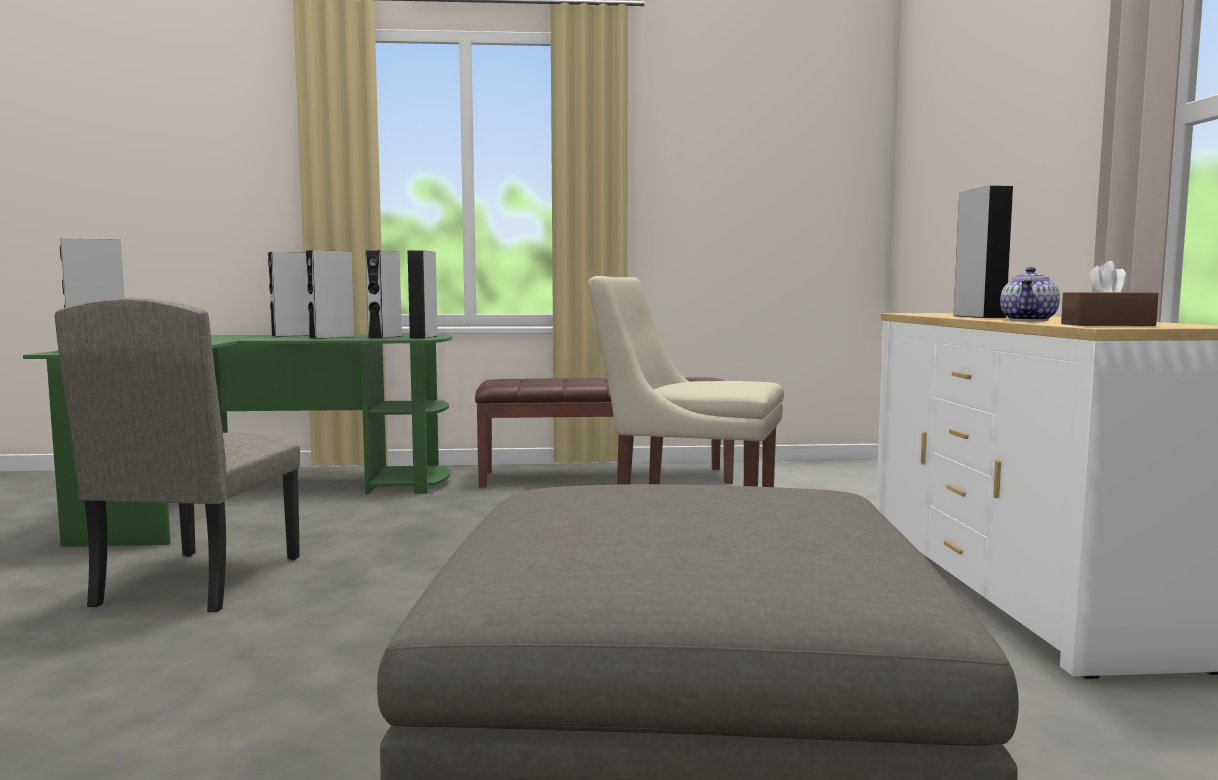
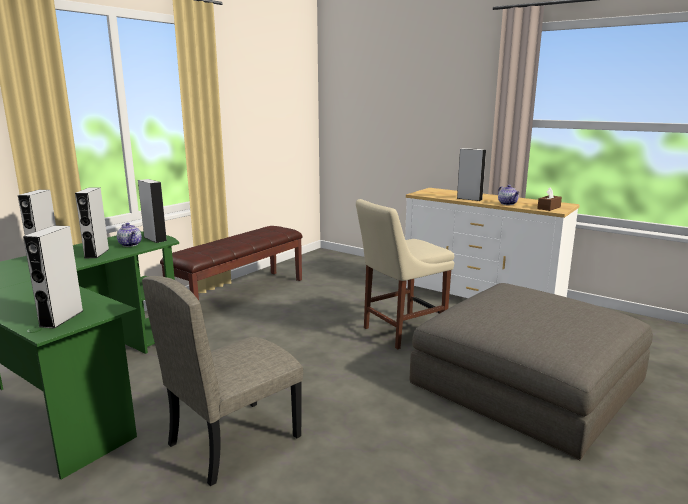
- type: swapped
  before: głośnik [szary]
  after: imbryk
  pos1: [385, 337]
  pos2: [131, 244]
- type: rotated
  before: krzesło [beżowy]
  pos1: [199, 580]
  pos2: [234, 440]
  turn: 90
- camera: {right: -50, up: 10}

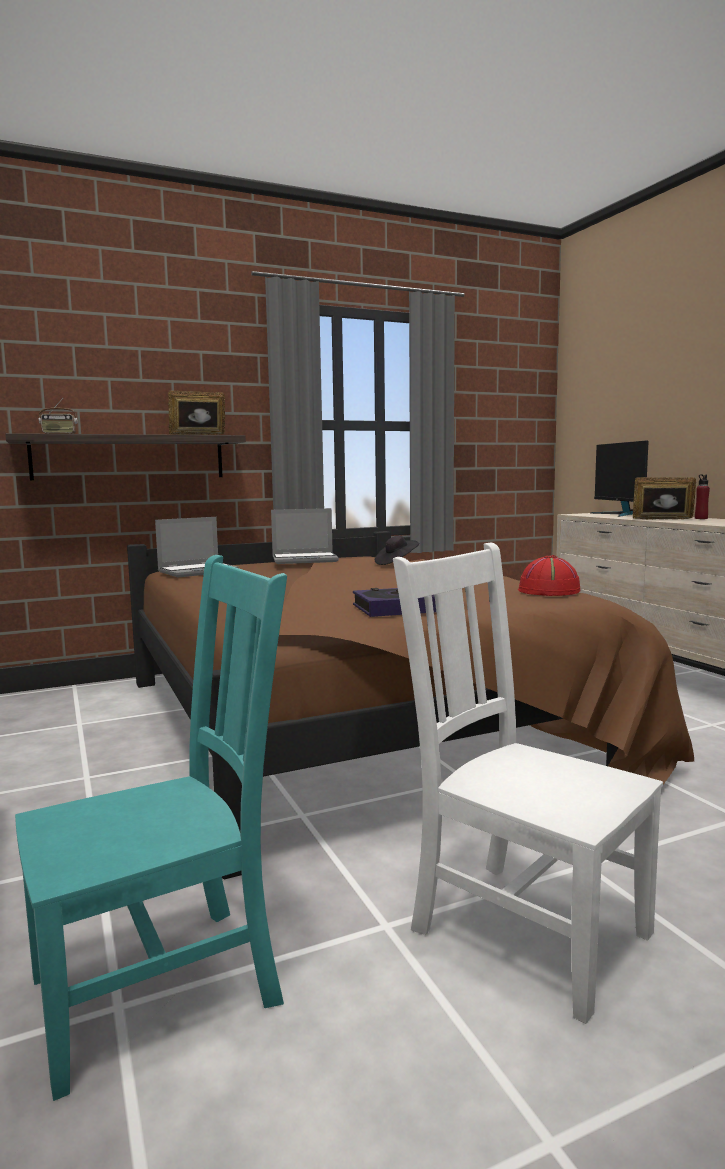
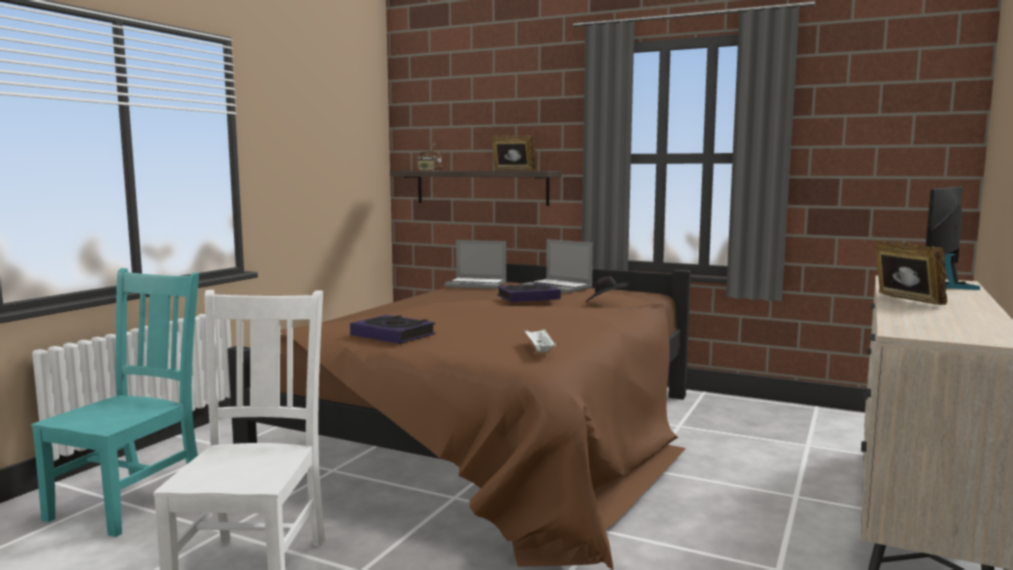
- type: gone
  before: butelka [czerwony]
  pos1: [701, 518]
- type: rotated
  before: krzesło [turkusowy]
  pos1: [164, 986]
  pos2: [131, 501]
  turn: -90
- type: swapped
  before: kapelusz [czerwony]
  after: taca [biały]
  pos1: [549, 591]
  pos2: [539, 350]
- type: new
  after: książka
  pos2: [528, 298]
- camera: {right: 50, up: 0}

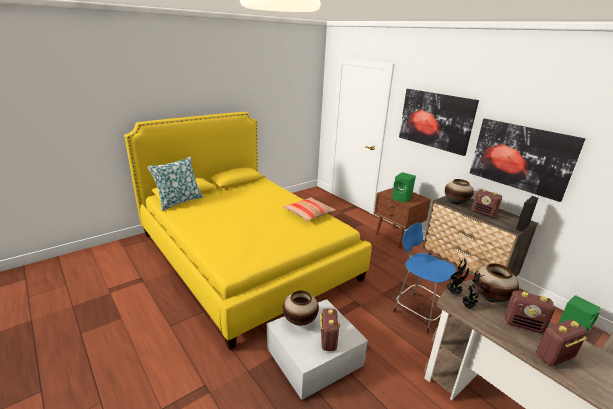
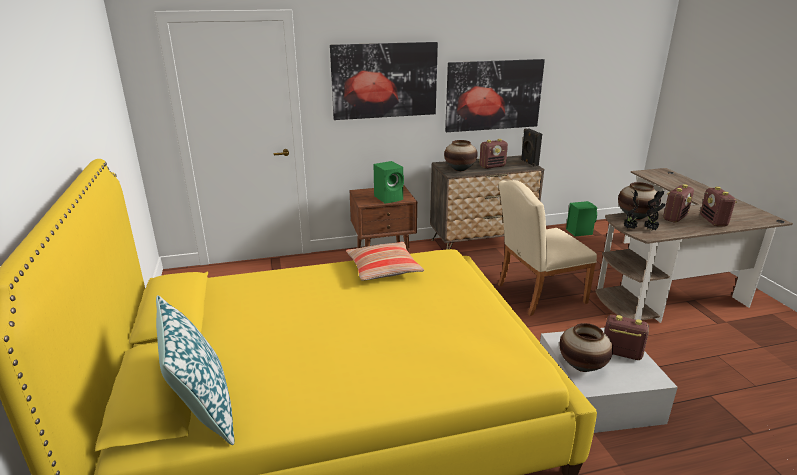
- type: swapped
  before: stołek [niebieski]
  after: krzesło [beżowy]
  pos1: [418, 311]
  pos2: [536, 294]
- camera: {right: -65, up: 0}

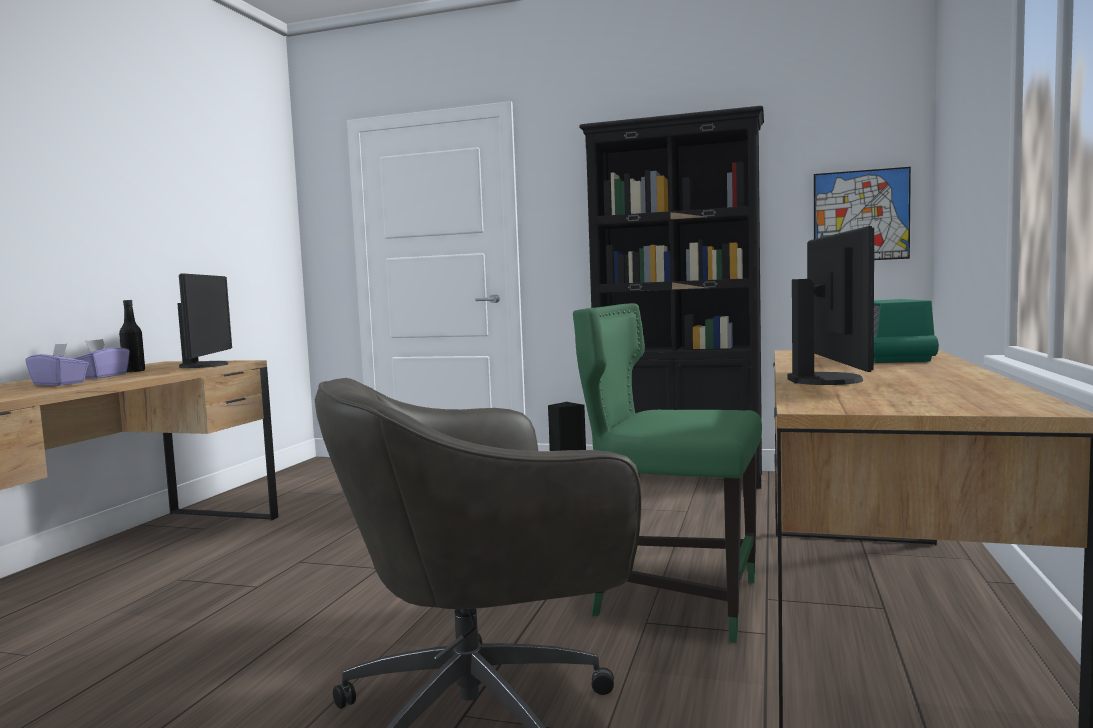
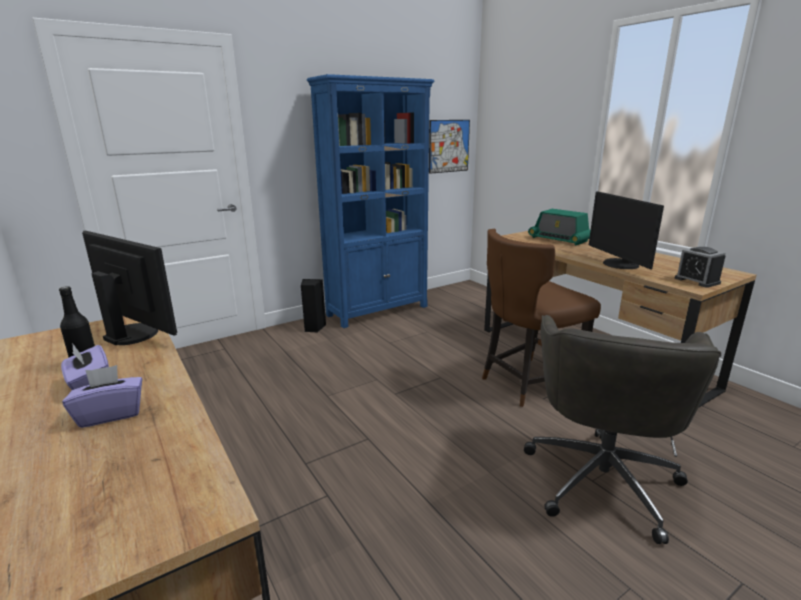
- type: repainted
  before: regał [czarny]
  after: regał [niebieski]
  pos1: [681, 477]
  pos2: [378, 310]
- type: rotated
  before: monitor
  pos1: [828, 380]
  pos2: [619, 264]
  turn: -150
- type: repainted
  before: krzesło [zielony]
  after: krzesło [brązowy]
  pos1: [672, 600]
  pos2: [527, 383]
- type: new
  after: budzik
  pos2: [697, 281]
- camera: {right: -50, up: 15}

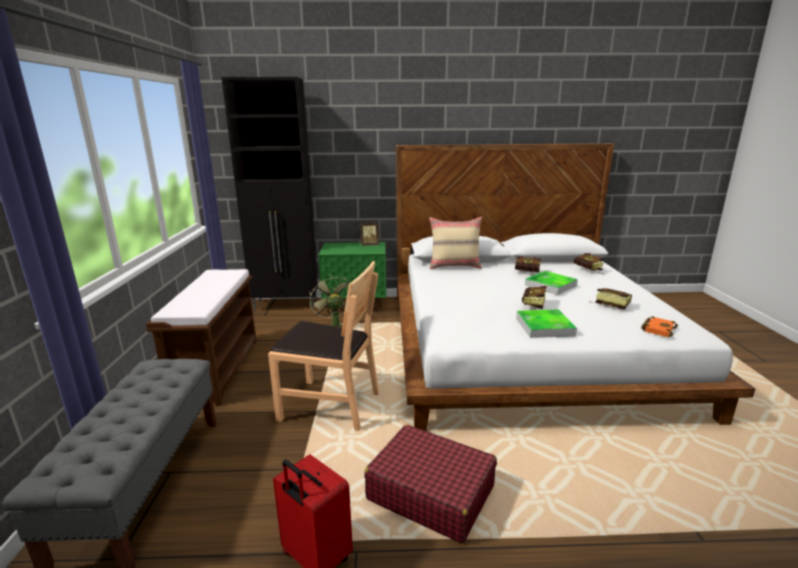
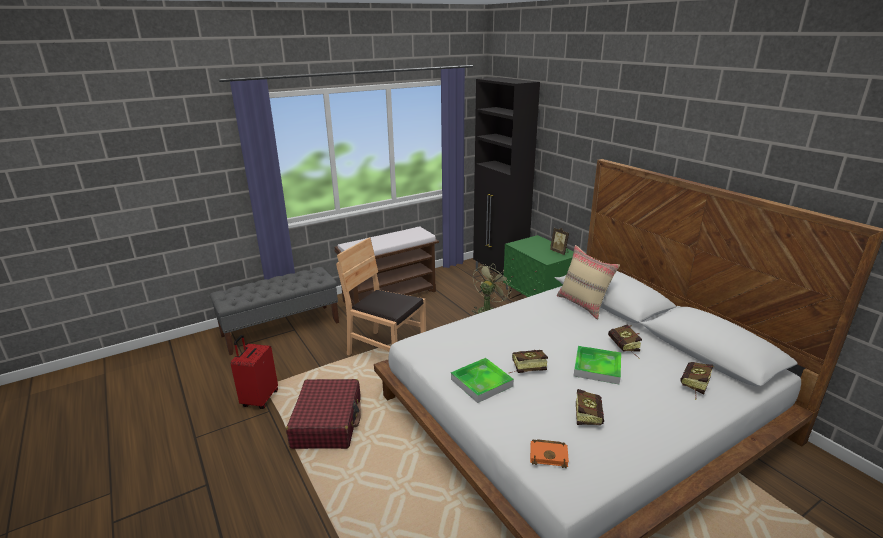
- type: rotated
  before: krzesło [brązowy]
  pos1: [330, 405]
  pos2: [386, 351]
  turn: 135
- camera: {right: 60, up: 5}

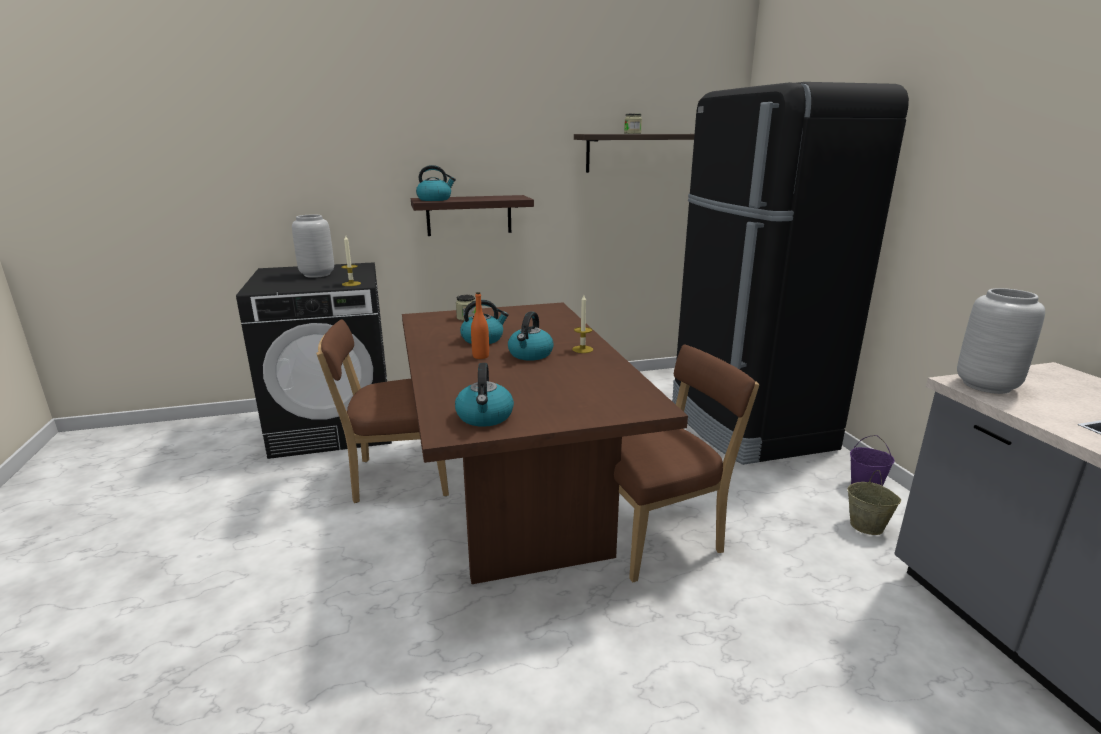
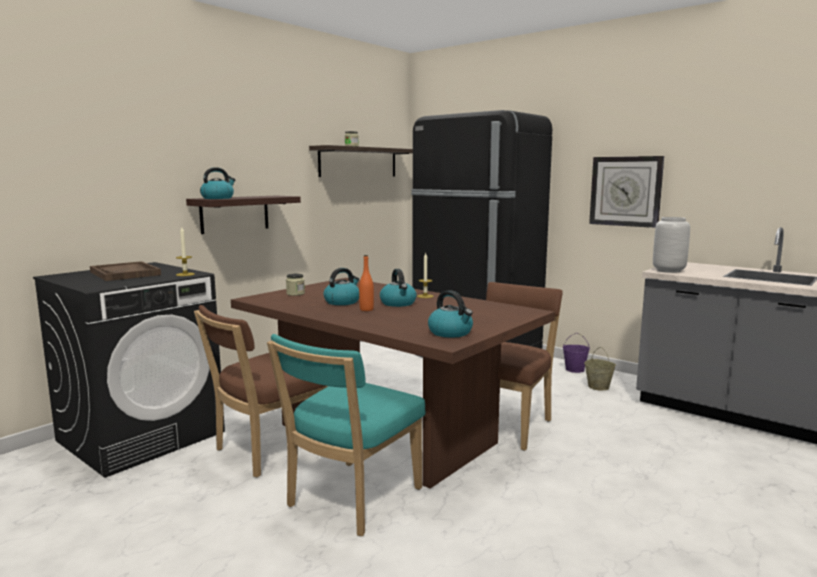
- type: swapped
  before: wazon [szary]
  after: taca [brązowy]
  pos1: [317, 275]
  pos2: [125, 273]
- type: new
  after: zegar ścienny
  pos2: [625, 191]
- type: new
  after: krzesło [turkusowy]
  pos2: [350, 500]
- camera: {right: -35, up: -10}

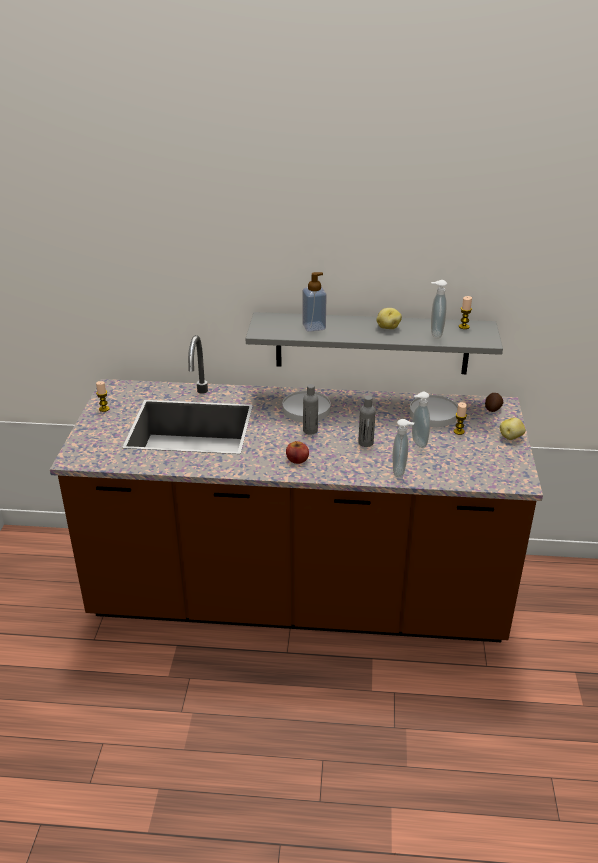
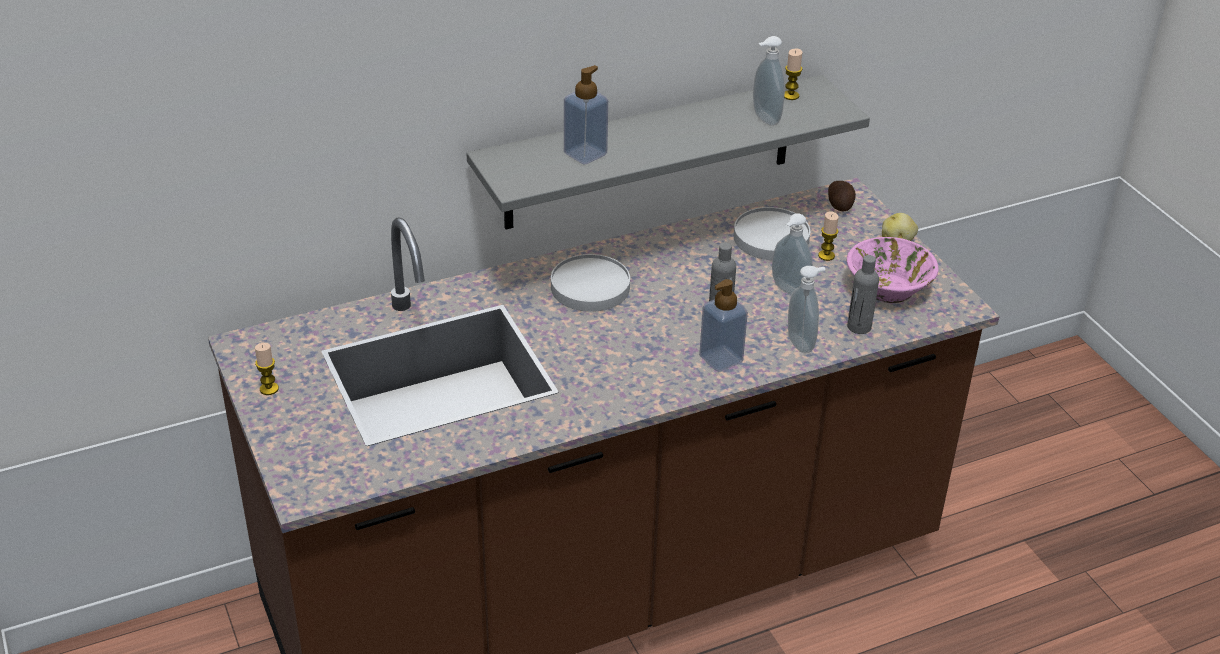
- type: gone
  before: ziemniak
  pos1: [387, 327]
- type: shifted
  before: butelka [szary]
  pos1: [310, 430]
  pos2: [859, 327]
- type: gone
  before: jabłko
  pos1: [297, 459]
- type: new
  after: miska [różowy]
  pos2: [888, 287]
- type: new
  after: dozownik mydła
  pos2: [721, 359]
- camera: {right: -30, up: 5}

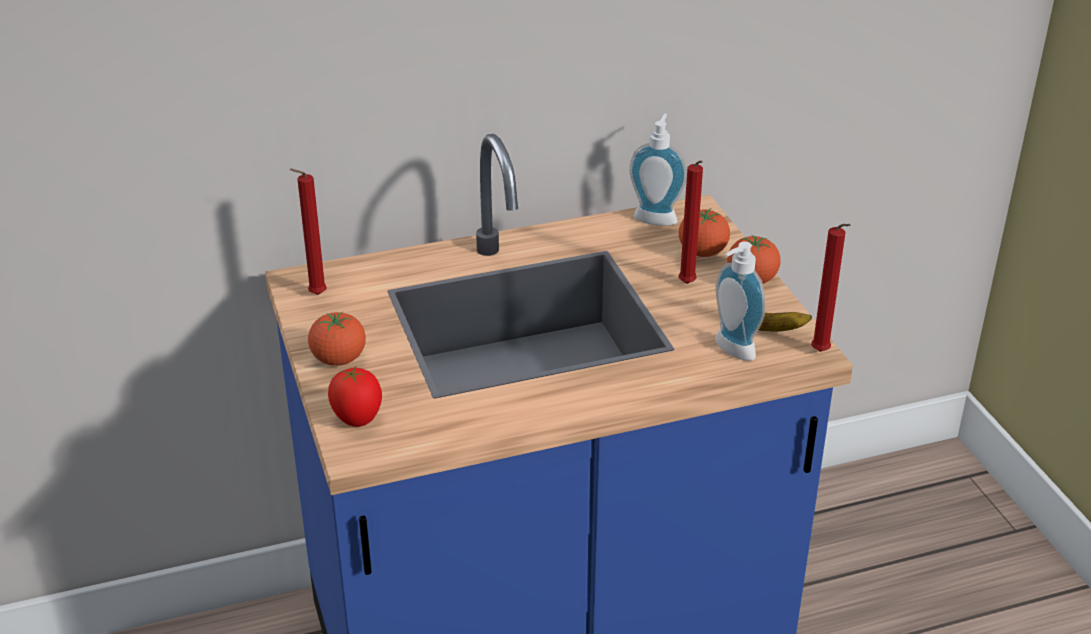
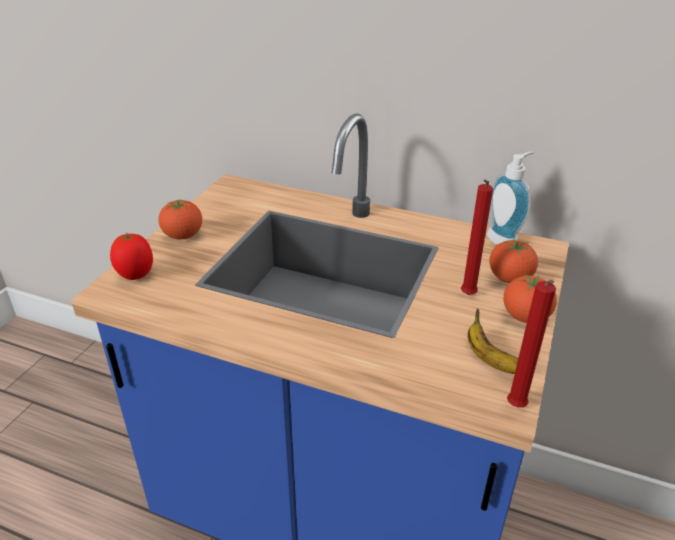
- type: gone
  before: świeca [czerwony]
  pos1: [315, 295]
- type: gone
  before: dozownik mydła
  pos1: [730, 351]
- camera: {right: 40, up: 0}

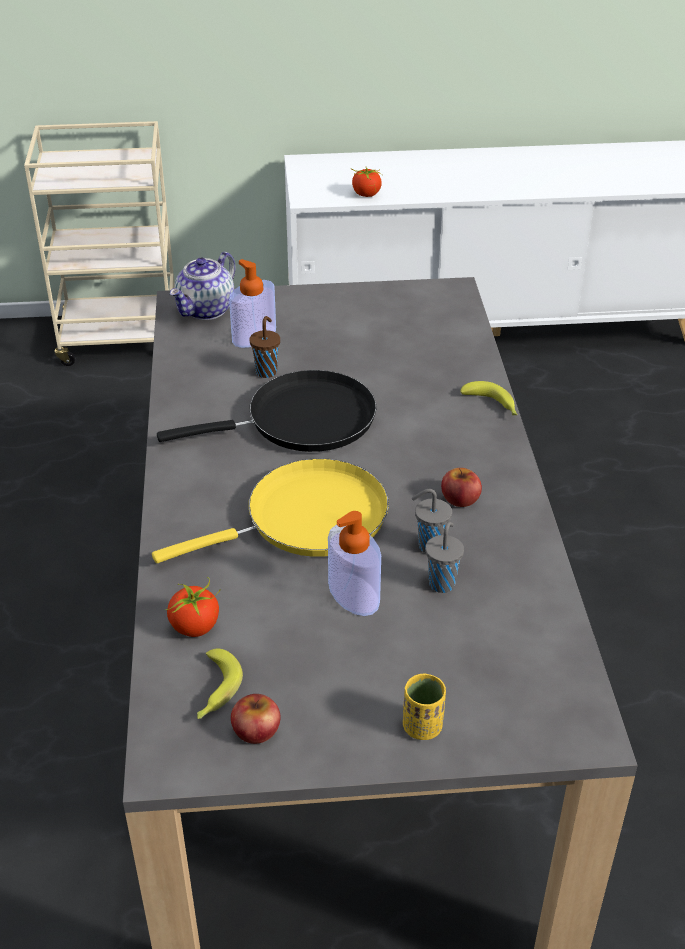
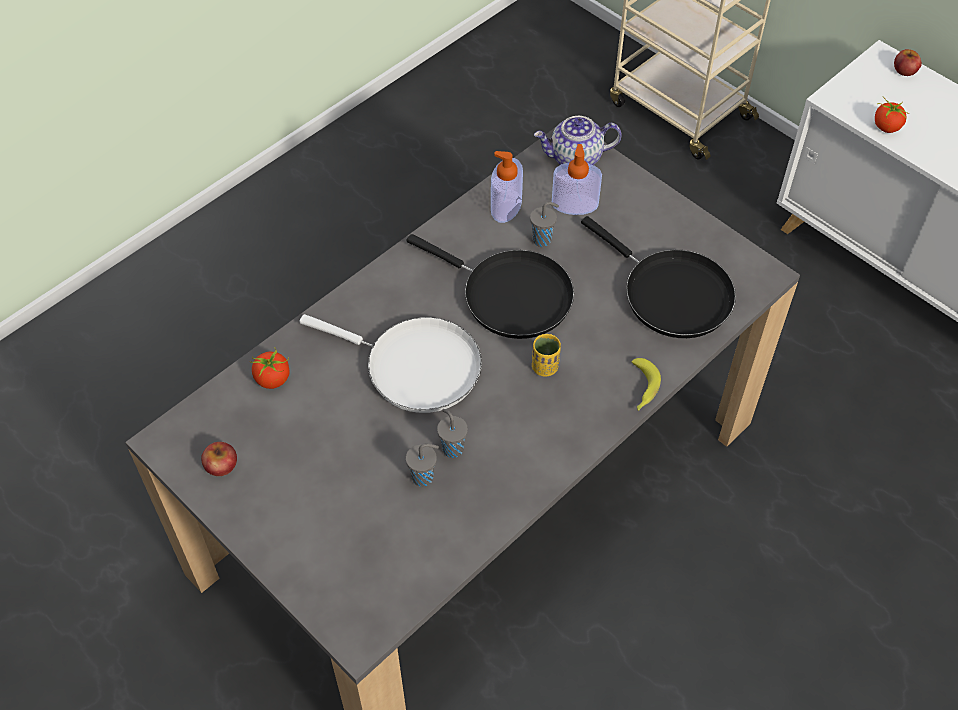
- type: repainted
  before: filiżanka [brązowy]
  after: filiżanka [szary]
  pos1: [267, 371]
  pos2: [543, 239]
- type: repainted
  before: patelnia [żółty]
  after: patelnia [biały]
  pos1: [307, 519]
  pos2: [415, 367]
- type: shifted
  before: jabłko
  pos1: [460, 498]
  pos2: [904, 70]
- type: shifted
  before: dozownik mydła
  pos1: [353, 594]
  pos2: [506, 206]
- type: gone
  before: banan
  pos1: [214, 691]
- type: shifted
  before: filiżanka [żółty]
  pos1: [422, 727]
  pos2: [545, 367]
- type: new
  after: patelnia [czarny]
  pos2: [671, 294]
- camera: {right: 50, up: 15}

